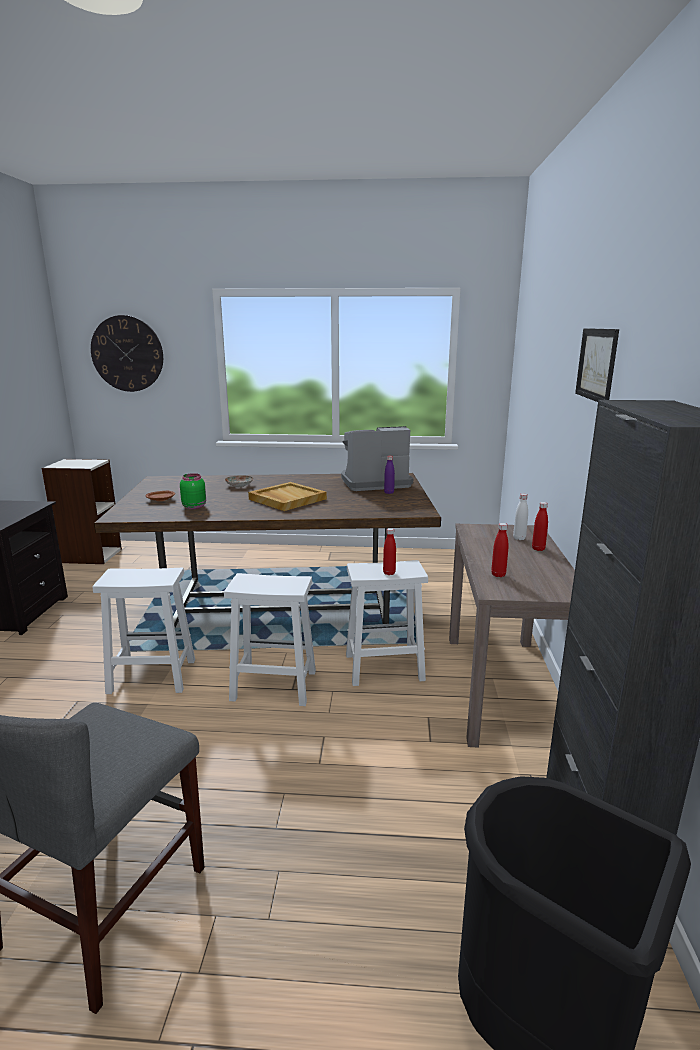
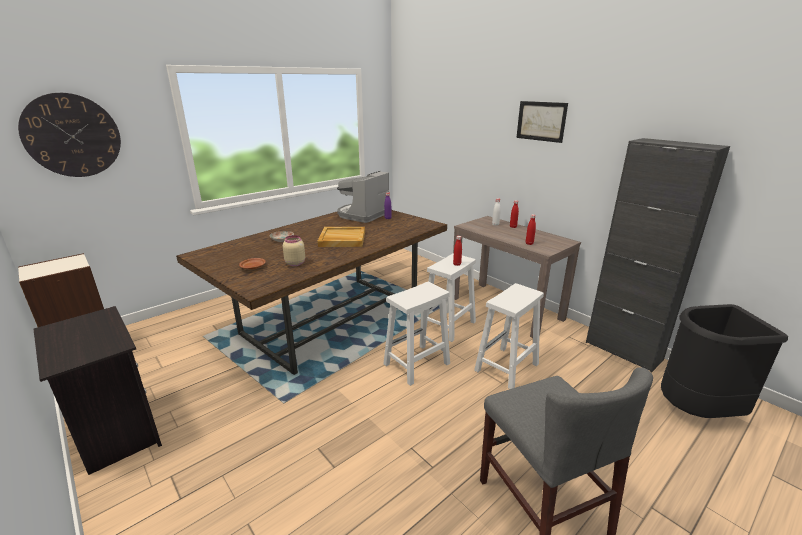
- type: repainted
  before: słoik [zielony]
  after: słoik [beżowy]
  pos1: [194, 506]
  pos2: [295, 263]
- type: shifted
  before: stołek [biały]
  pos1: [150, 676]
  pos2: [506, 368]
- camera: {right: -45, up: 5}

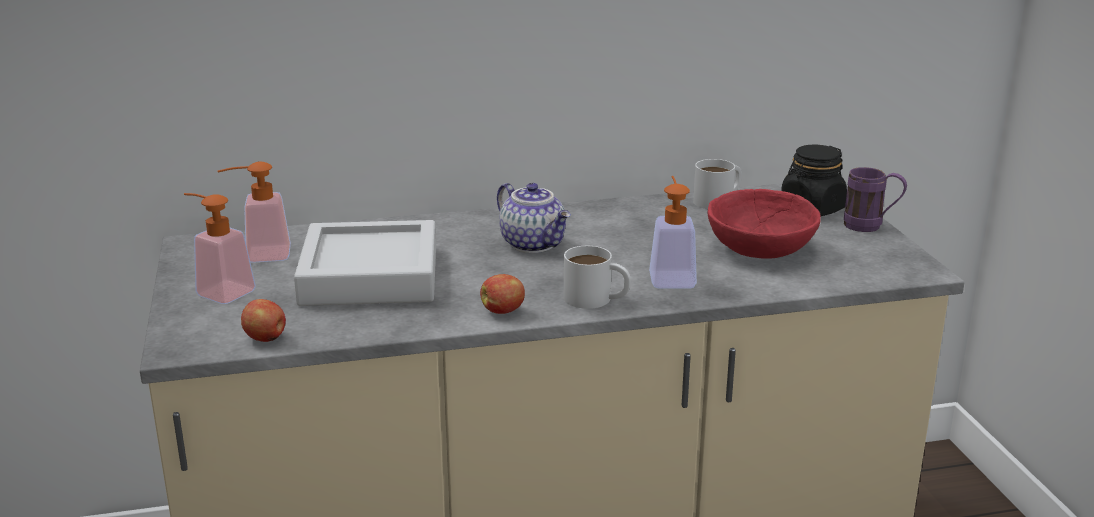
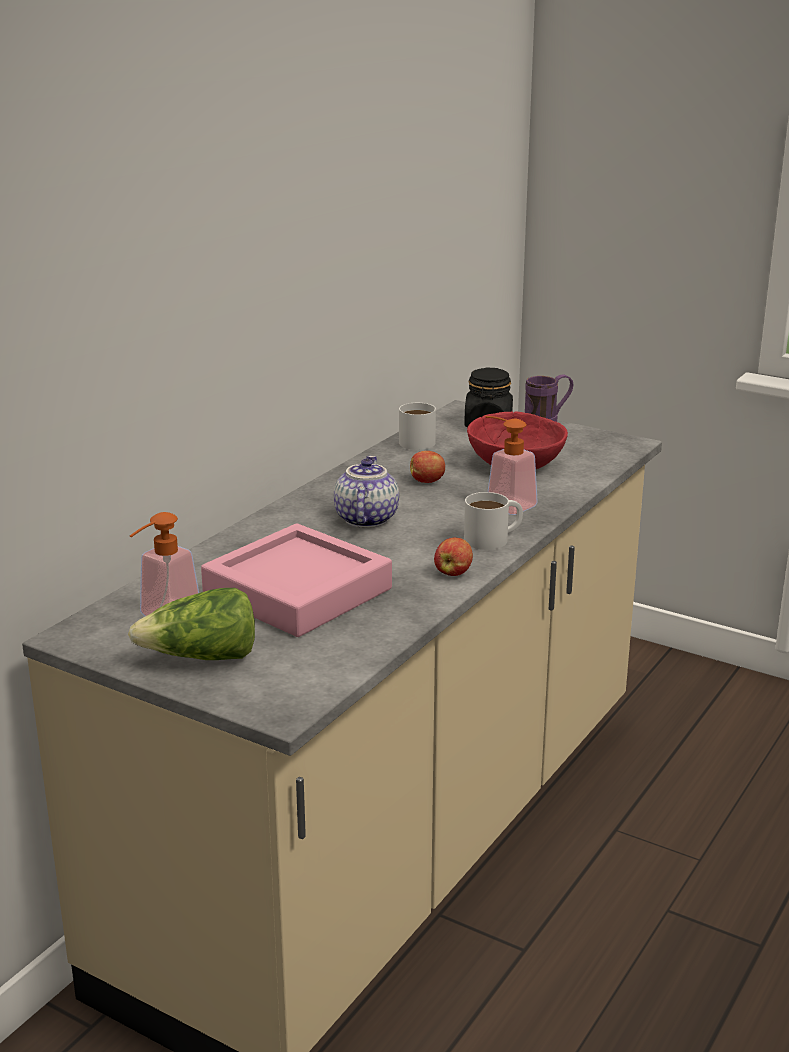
- type: rotated
  before: imbryk
  pos1: [534, 244]
  pos2: [364, 519]
  turn: -90
- type: swapped
  before: dozownik mydła
  after: sałata
  pos1: [219, 291]
  pos2: [202, 658]
- type: repainted
  before: taca [szary]
  after: taca [różowy]
  pos1: [370, 275]
  pos2: [297, 592]
- type: shifted
  before: jabłko
  pos1: [266, 338]
  pos2: [427, 481]
- camera: {right: -45, up: 0}

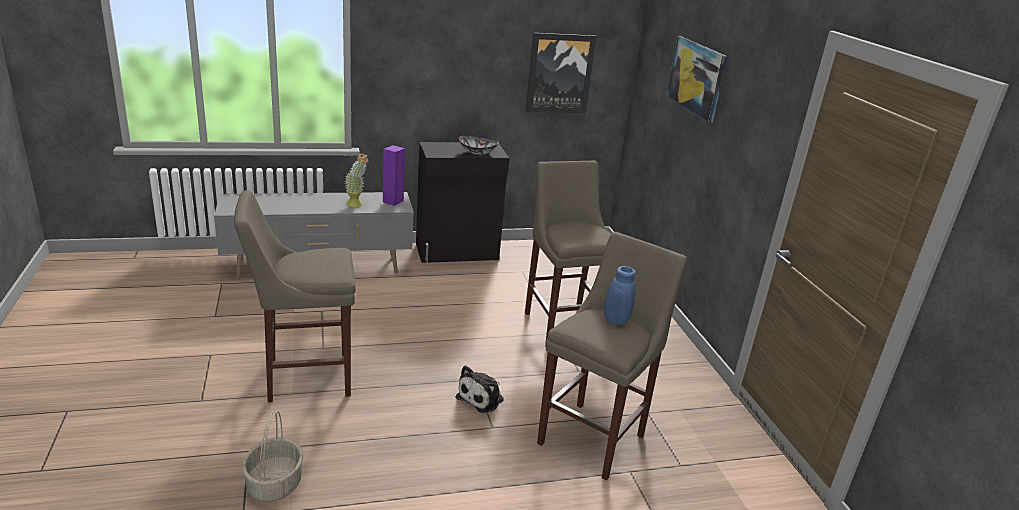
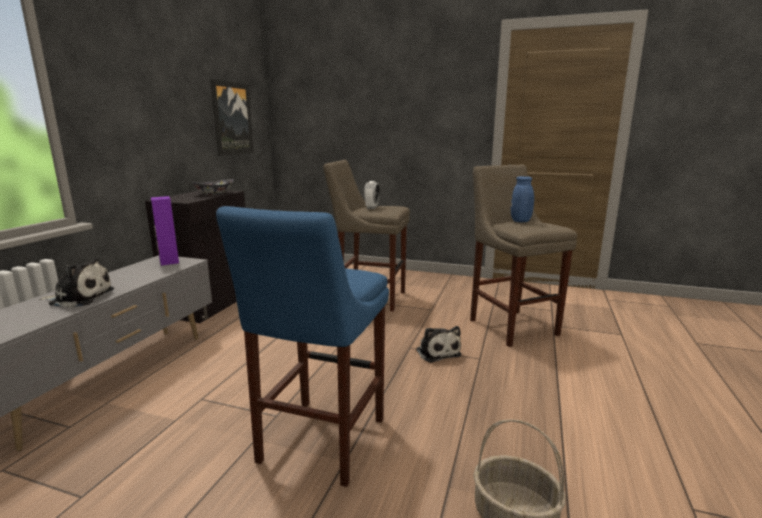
- type: gone
  before: obraz
  pos1: [696, 77]
- type: gone
  before: roślina doniczkowa
  pos1: [357, 205]
- type: repainted
  before: stołek [beżowy]
  after: stołek [niebieski]
  pos1: [303, 376]
  pos2: [319, 444]
- type: new
  after: budzik
  pos2: [372, 207]
- type: new
  after: pluszak
  pos2: [79, 297]
- camera: {right: -55, up: -10}

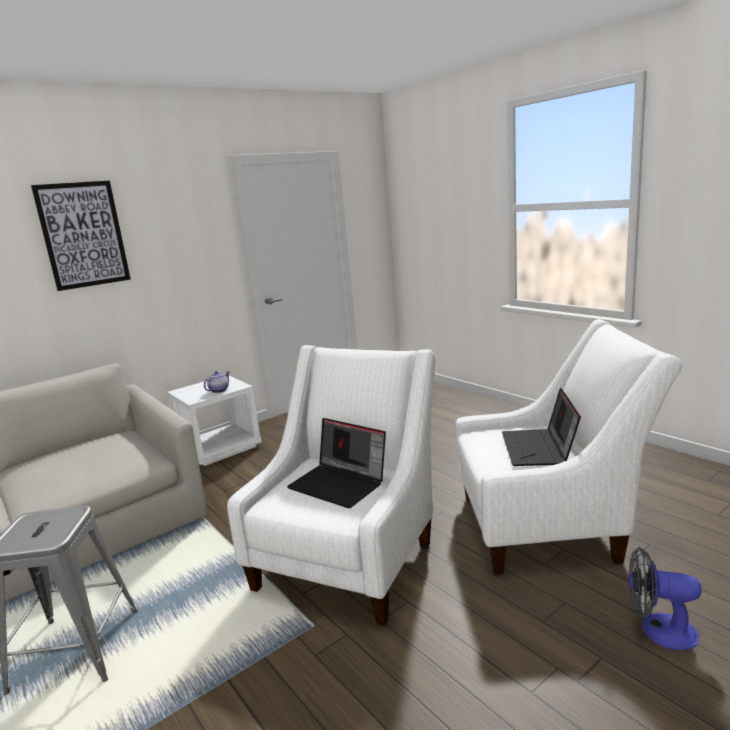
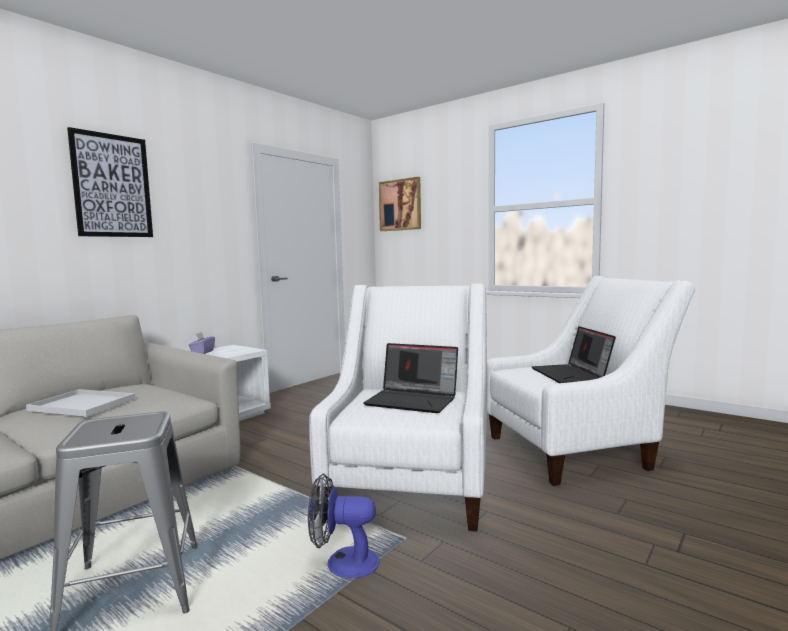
- type: gone
  before: imbryk
  pos1: [219, 390]
- type: shifted
  before: wentylator
  pos1: [658, 630]
  pos2: [343, 563]
- type: new
  after: obraz
  pos2: [400, 205]
- type: new
  after: pudełko chusteczek [fioletowy]
  pos2: [202, 352]
- type: new
  after: taca [biały]
  pos2: [80, 404]
- camera: {right: -15, up: -10}

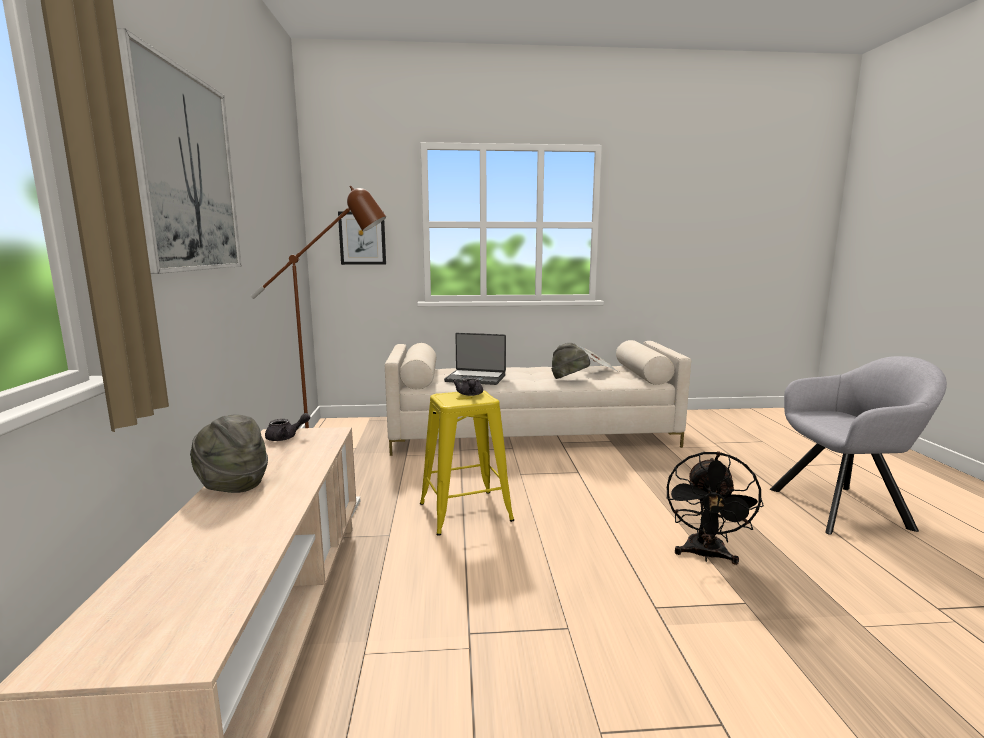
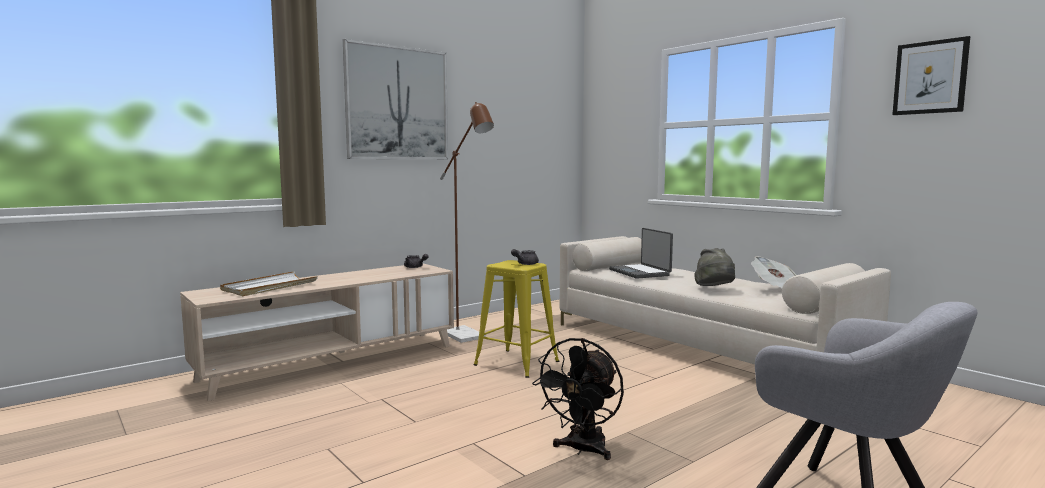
- type: shifted
  before: obraz
  pos1: [362, 238]
  pos2: [930, 77]
- type: gone
  before: kapelusz [szary]
  pos1: [232, 484]
- type: rotated
  before: wentylator [czarny]
  pos1: [705, 555]
  pos2: [582, 450]
  turn: -45
- type: new
  after: taca [biały]
  pos2: [269, 287]
- camera: {right: 55, up: -5}

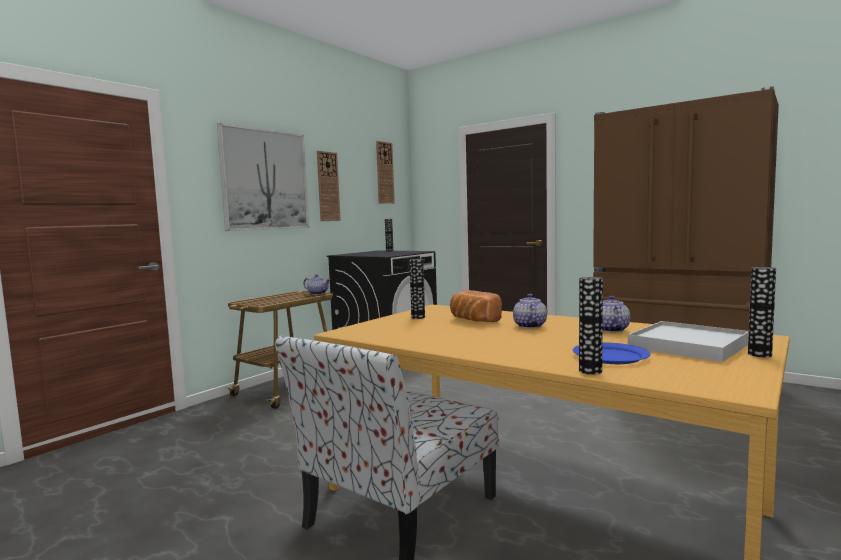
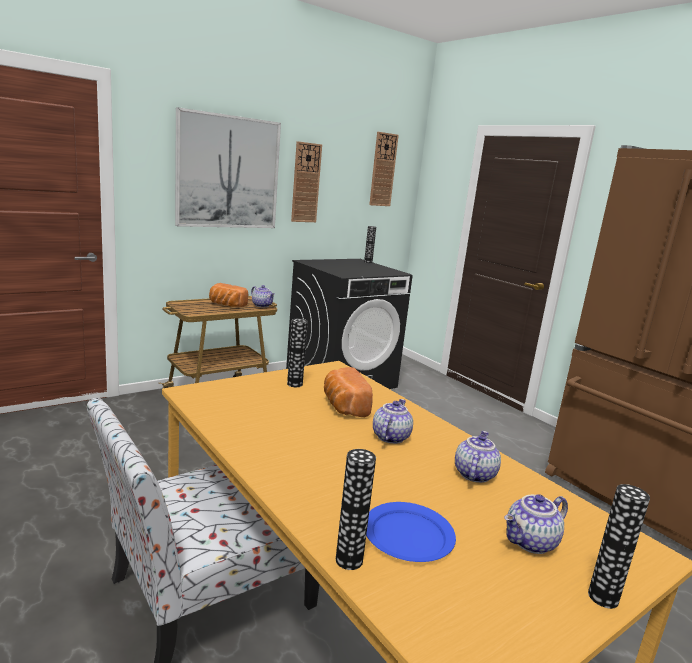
- type: swapped
  before: taca [biały]
  after: imbryk
  pos1: [688, 345]
  pos2: [531, 543]
- type: new
  after: chleb
  pos2: [226, 305]
- camera: {right: 15, up: 10}

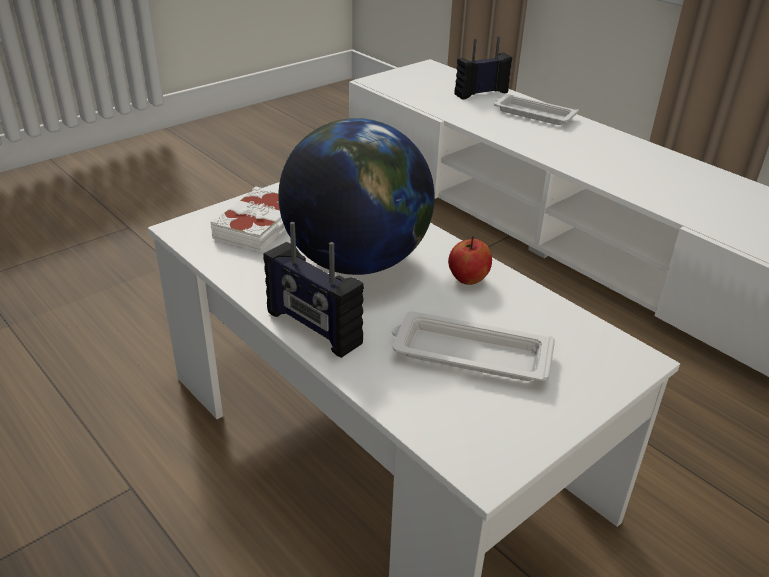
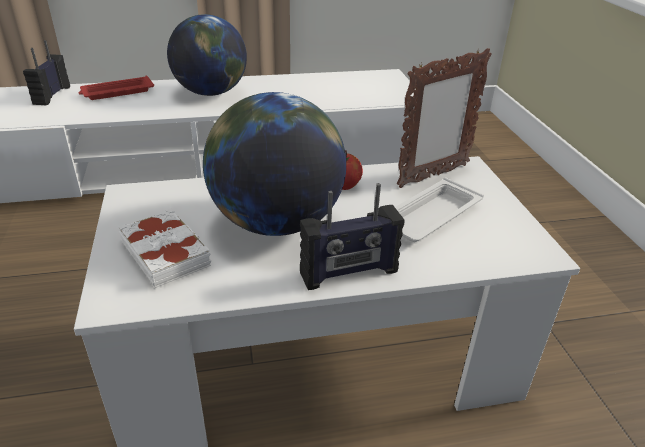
- type: repainted
  before: taca [biały]
  after: taca [czerwony]
  pos1: [533, 114]
  pos2: [116, 92]
- type: new
  after: globus
  pos2: [211, 92]
- type: new
  after: ramka na zdjęcie
  pos2: [432, 176]
- camera: {right: -60, up: 0}

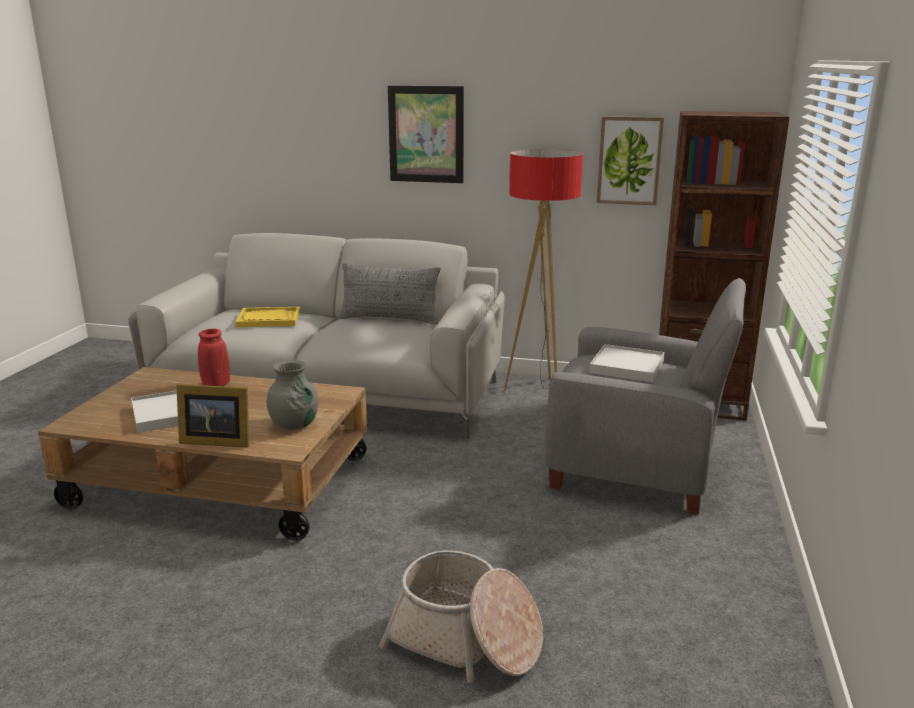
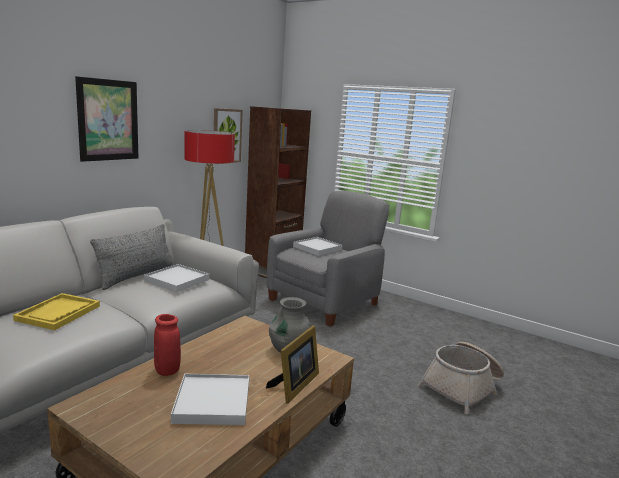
- type: new
  after: taca [biały]
  pos2: [177, 280]
- camera: {right: -70, up: -5}

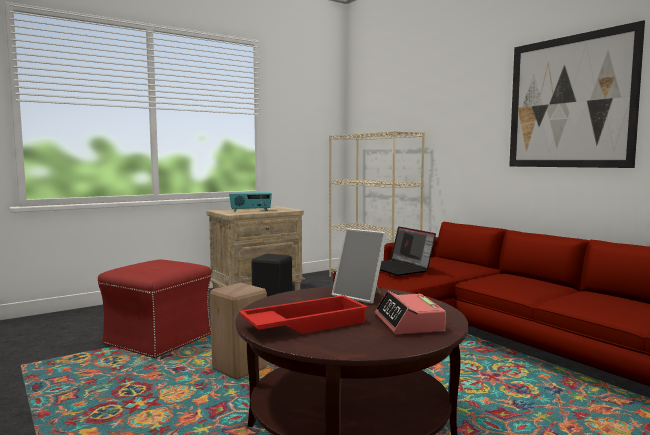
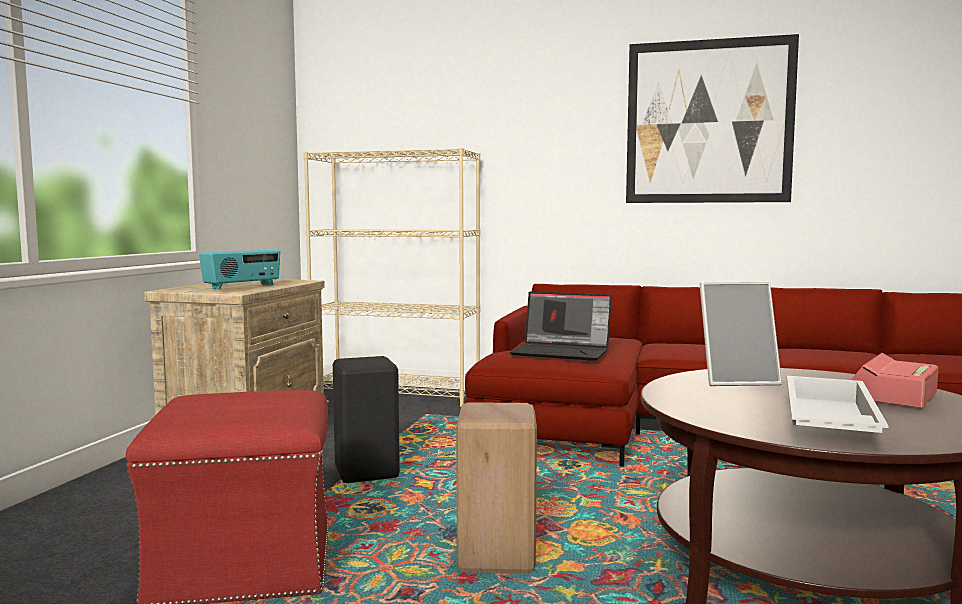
- type: rotated
  before: budzik
  pos1: [409, 323]
  pos2: [890, 395]
  turn: 90
- type: repainted
  before: taca [czerwony]
  after: taca [biały]
  pos1: [304, 324]
  pos2: [825, 421]
- camera: {right: -40, up: 0}

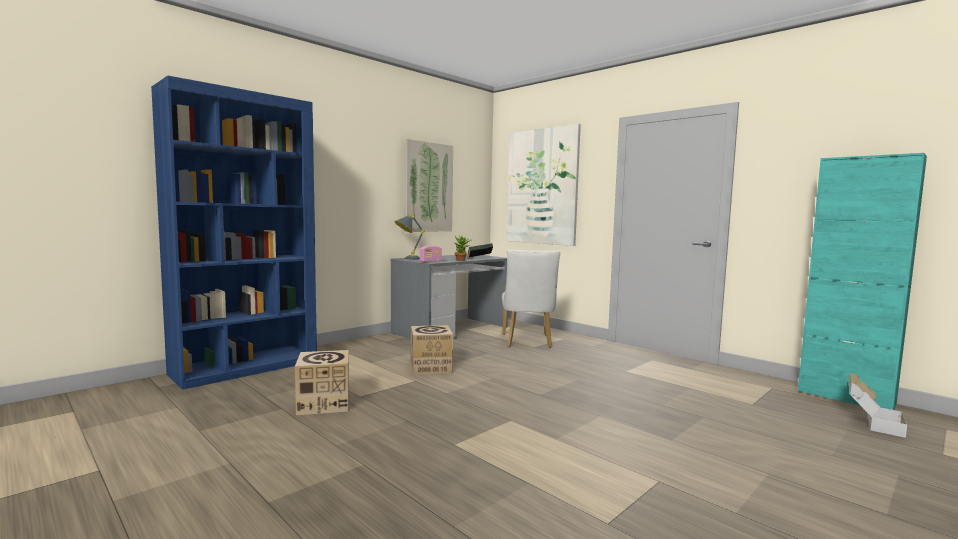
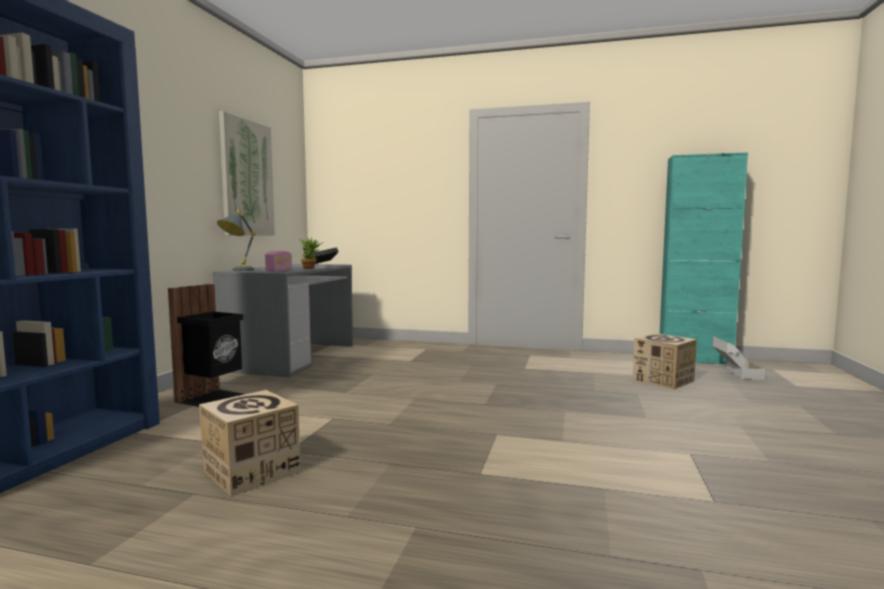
- type: gone
  before: obraz
  pos1: [541, 186]
- type: gone
  before: krzesło [biały]
  pos1: [527, 342]
- type: shifted
  before: karton
  pos1: [431, 367]
  pos2: [663, 380]
- type: new
  after: kosz na śmieci [czarny]
  pos2: [212, 398]
- camera: {right: -30, up: 0}

